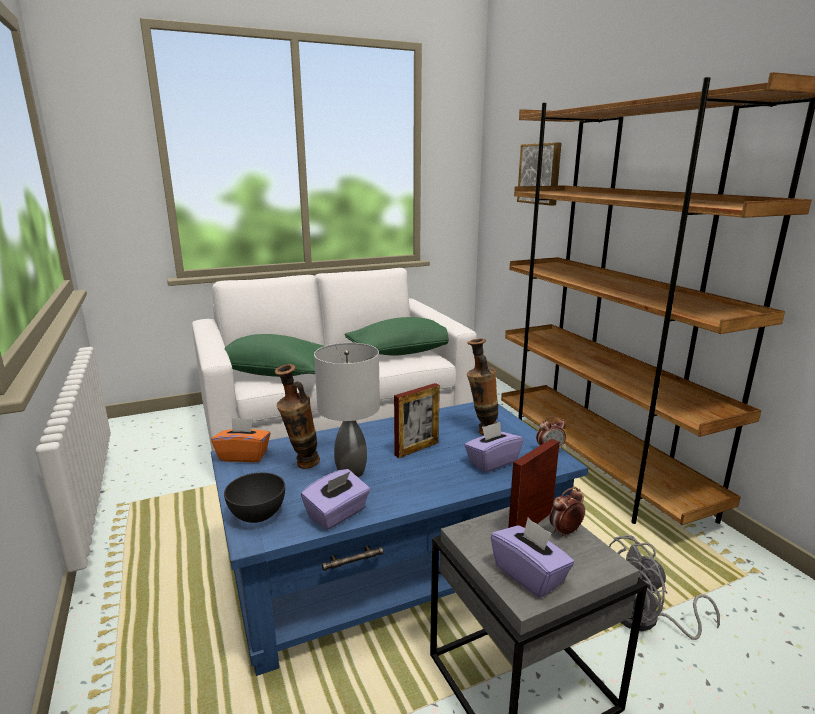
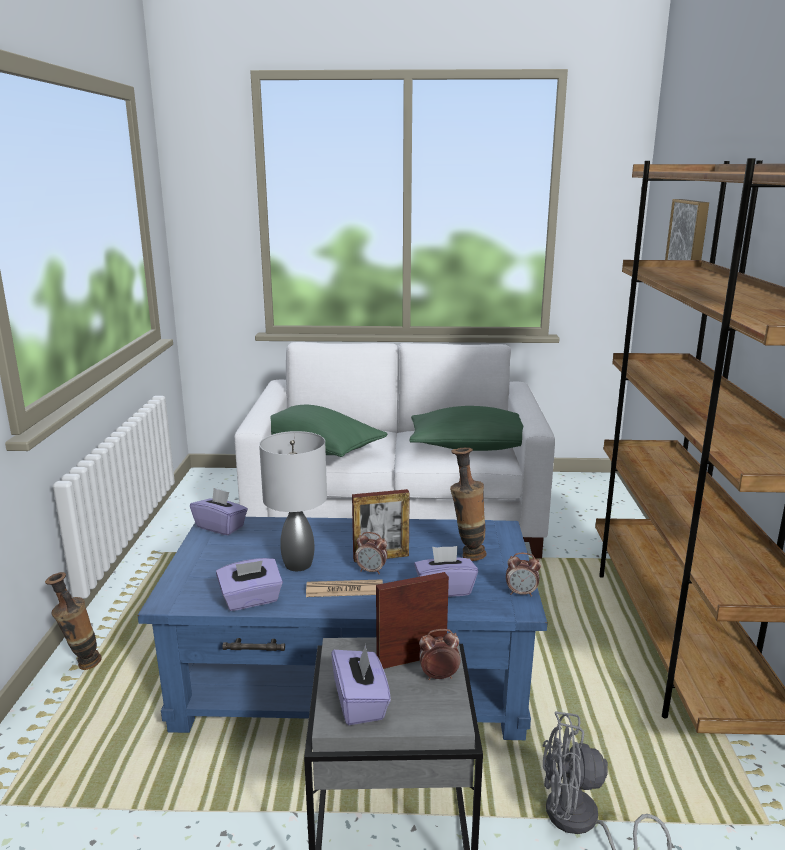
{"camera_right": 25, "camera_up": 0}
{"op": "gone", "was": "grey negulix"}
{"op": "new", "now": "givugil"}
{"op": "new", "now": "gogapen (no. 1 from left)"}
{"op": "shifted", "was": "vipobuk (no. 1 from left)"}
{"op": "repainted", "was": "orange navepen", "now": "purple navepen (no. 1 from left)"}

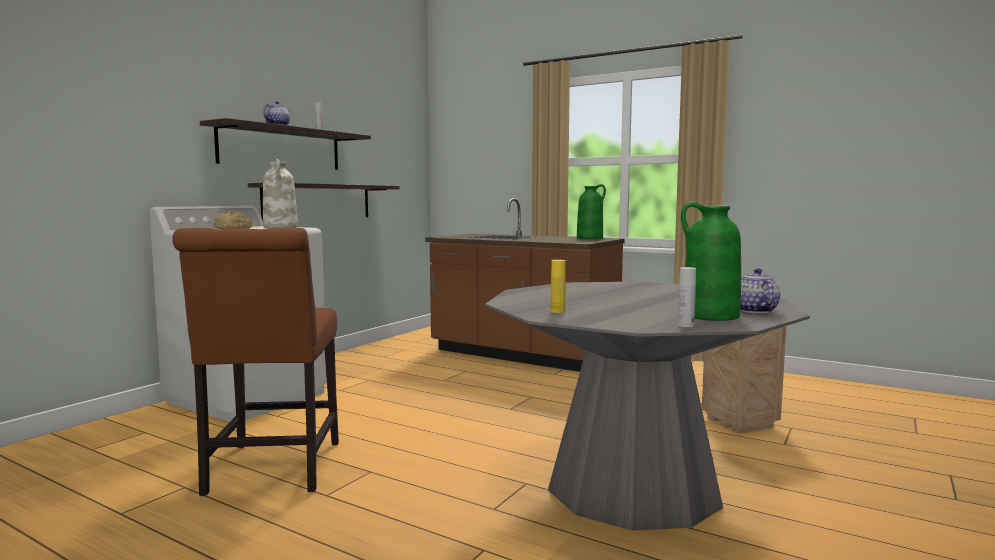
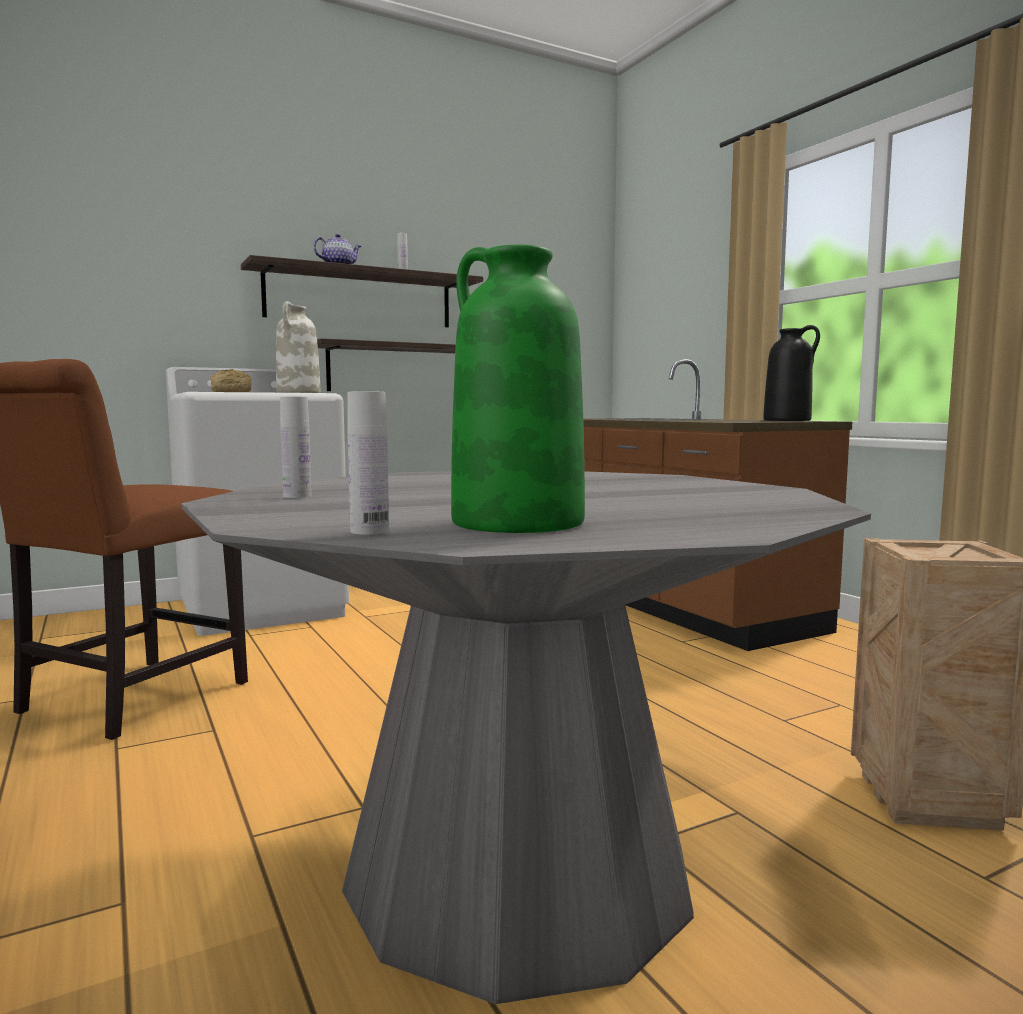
{"camera_right": 30, "camera_up": 0}
{"op": "gone", "was": "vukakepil (no. 2 from left)"}
{"op": "repainted", "was": "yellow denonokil", "now": "white denonokil (no. 1 from left)"}
{"op": "repainted", "was": "green vipobuk (no. 1 from left)", "now": "black vipobuk"}

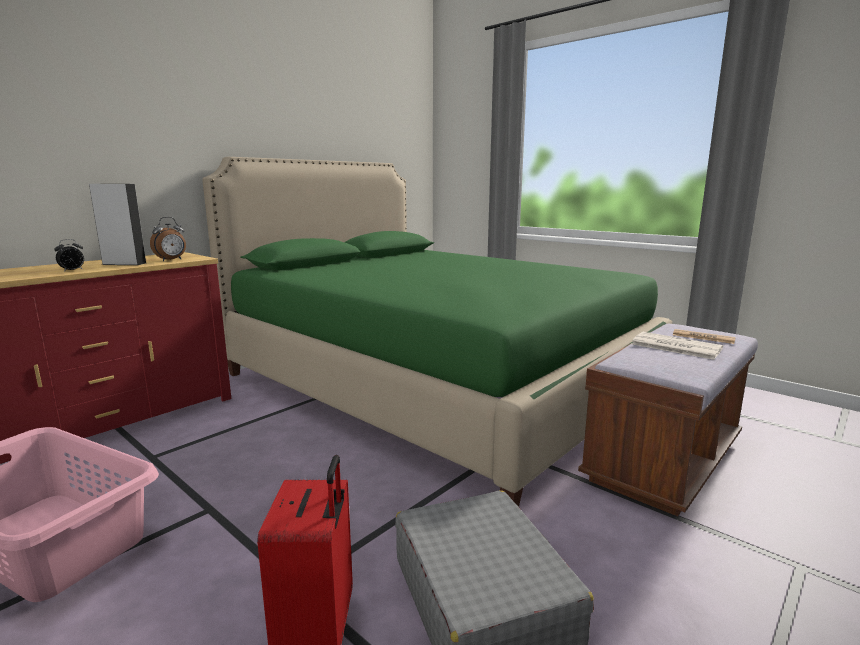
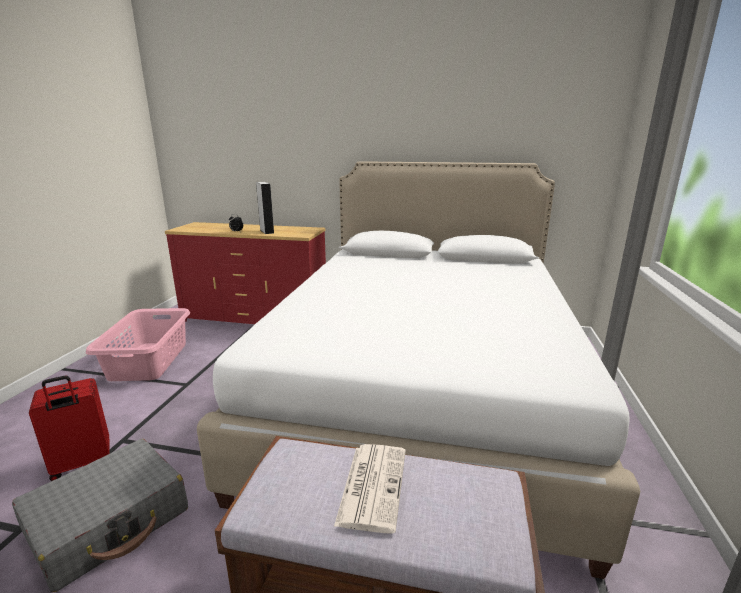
{"camera_right": 60, "camera_up": 5}
{"op": "gone", "was": "gogapen (no. 2 from left)"}
{"op": "gone", "was": "givugil (no. 2 from left)"}
{"op": "repainted", "was": "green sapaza", "now": "white sapaza"}

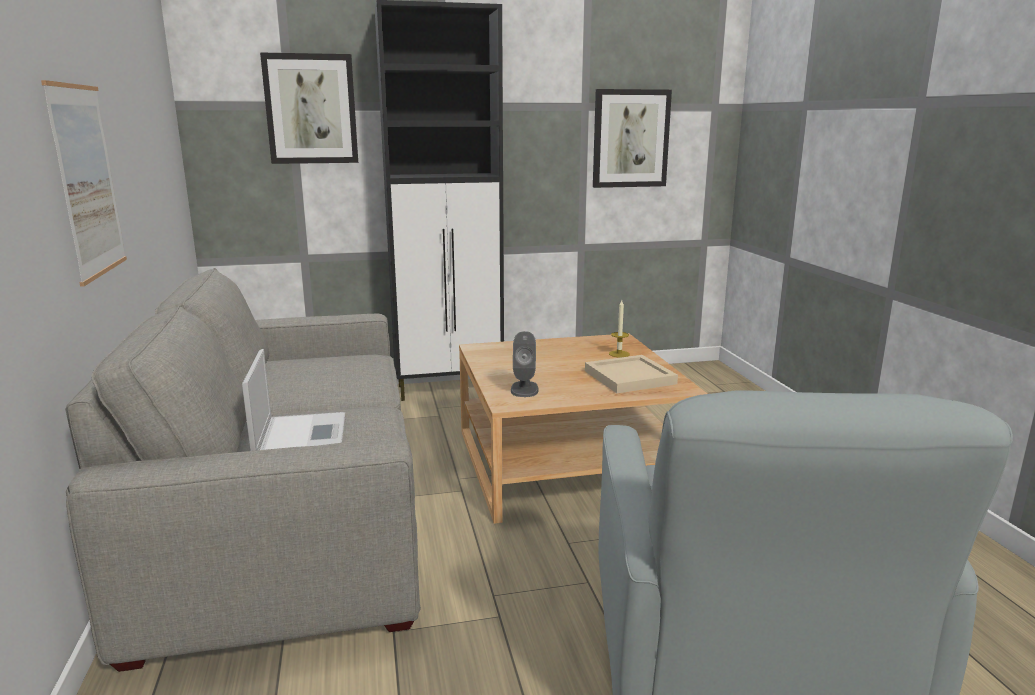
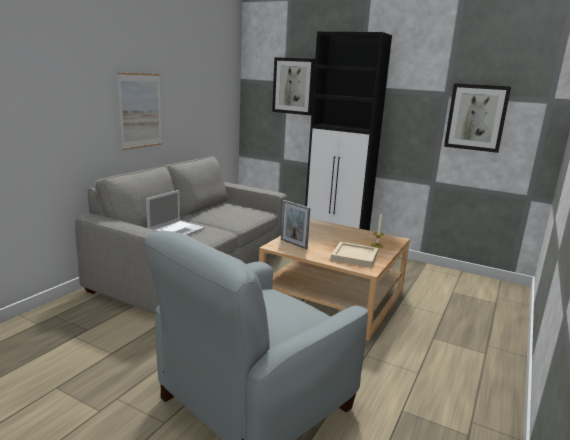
{"camera_right": 40, "camera_up": 0}
{"op": "swapped", "was": "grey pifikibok", "now": "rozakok"}

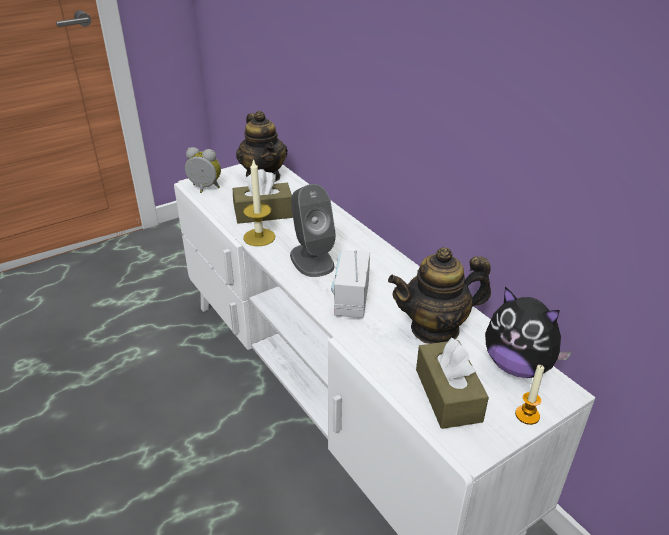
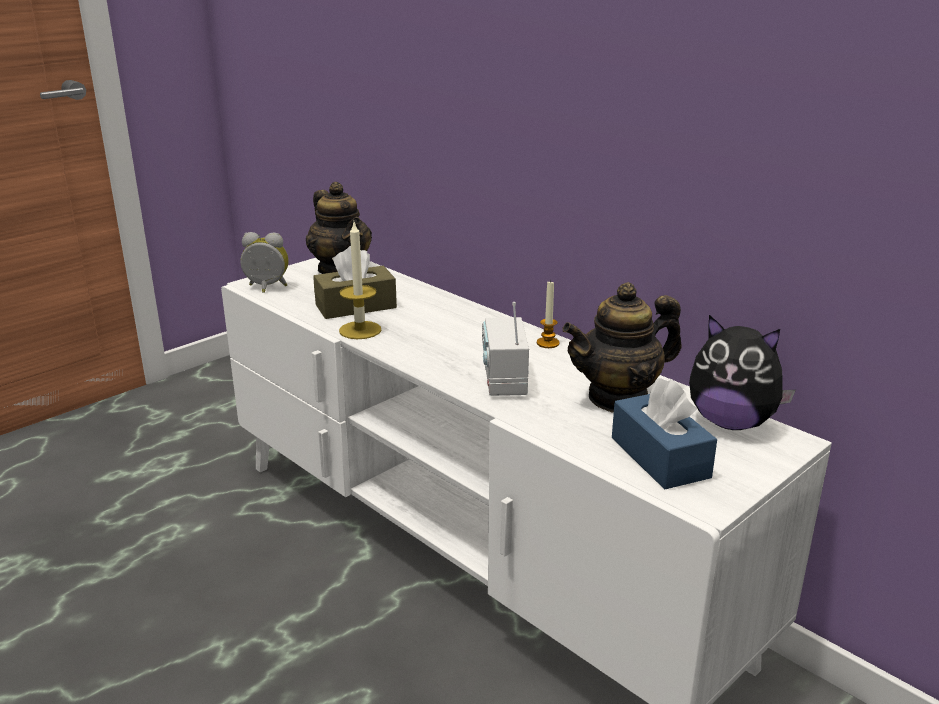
{"camera_right": -10, "camera_up": -10}
{"op": "gone", "was": "grey pifikibok"}
{"op": "shifted", "was": "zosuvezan (no. 2 from left)"}
{"op": "repainted", "was": "brown navepen (no. 2 from left)", "now": "blue navepen"}

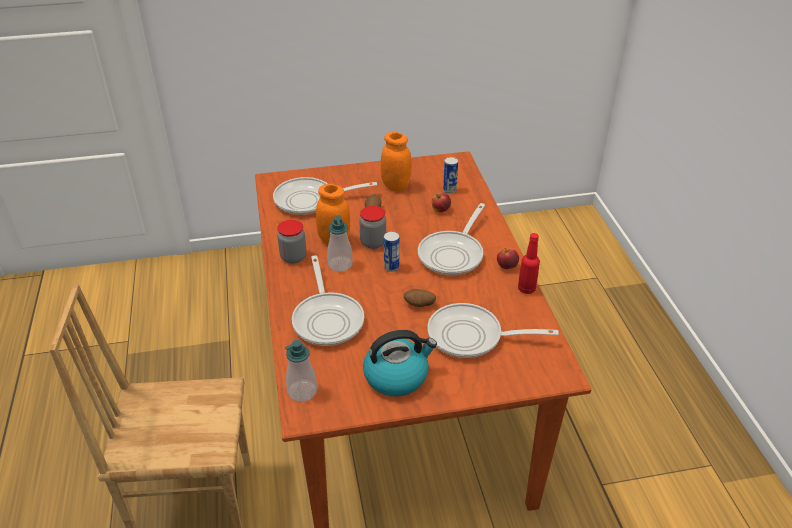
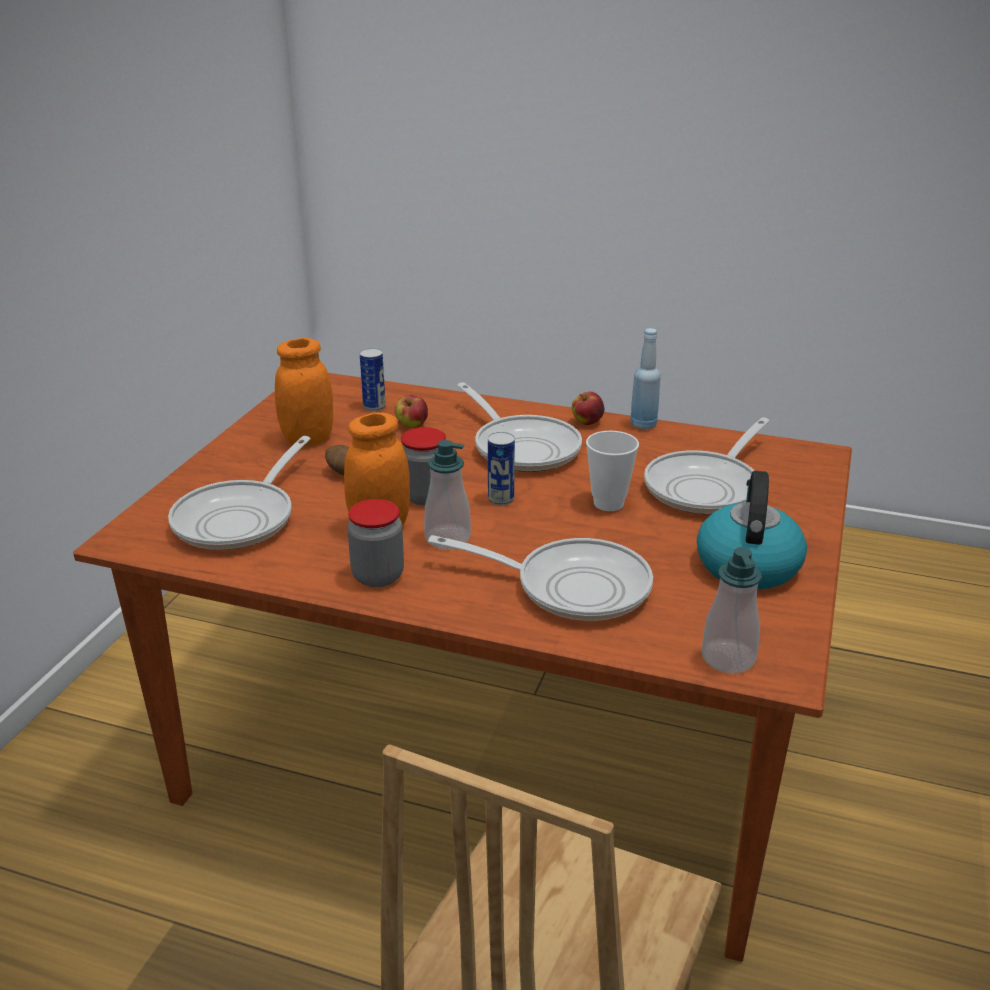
{"camera_right": -60, "camera_up": -10}
{"op": "swapped", "was": "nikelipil (no. 2 from left)", "now": "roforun"}
{"op": "repainted", "was": "red denonokil", "now": "blue denonokil"}

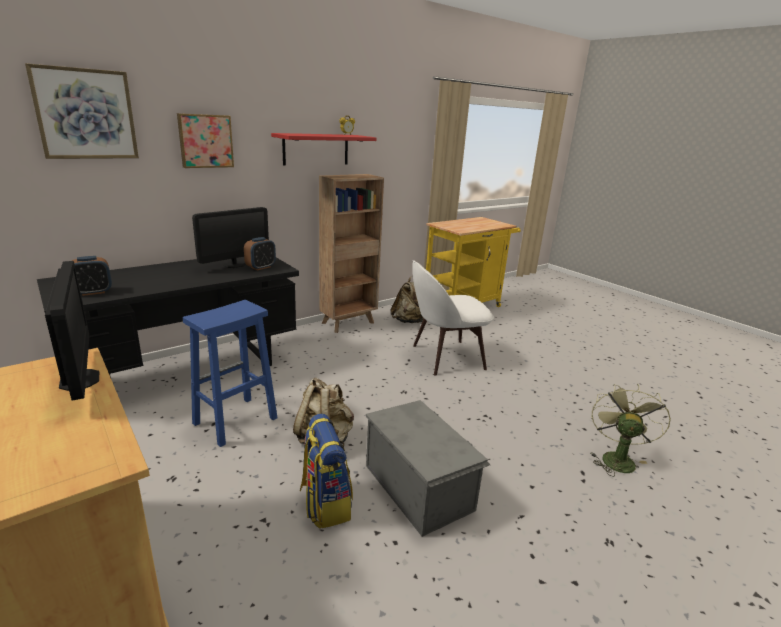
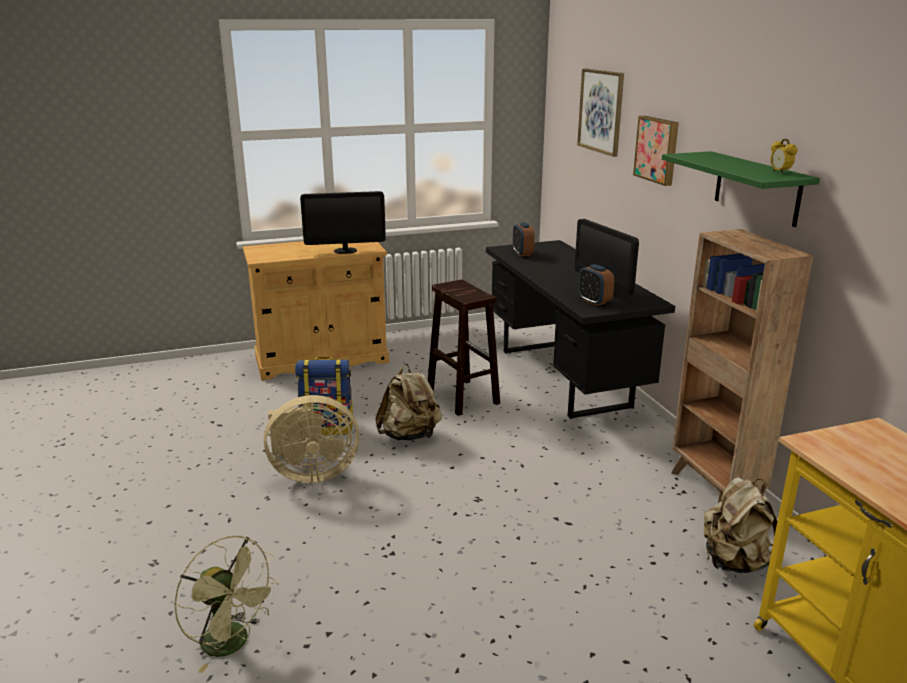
{"camera_right": 110, "camera_up": 0}
{"op": "gone", "was": "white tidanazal"}
{"op": "swapped", "was": "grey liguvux", "now": "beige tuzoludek"}
{"op": "repainted", "was": "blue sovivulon", "now": "brown sovivulon"}
{"op": "repainted", "was": "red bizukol", "now": "green bizukol"}

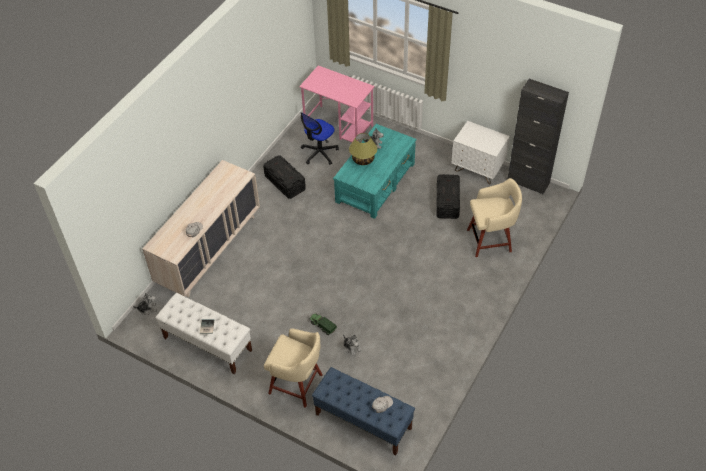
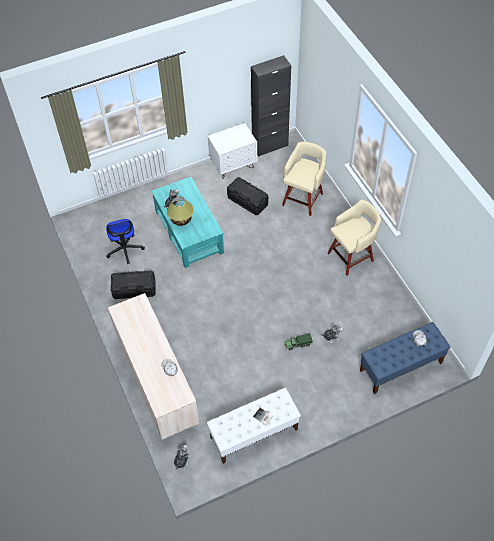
{"camera_right": -55, "camera_up": 5}
{"op": "gone", "was": "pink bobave"}
{"op": "shifted", "was": "beige sovivulon (no. 1 from left in the first image)", "now": "beige sovivulon (no. 2 from left)"}

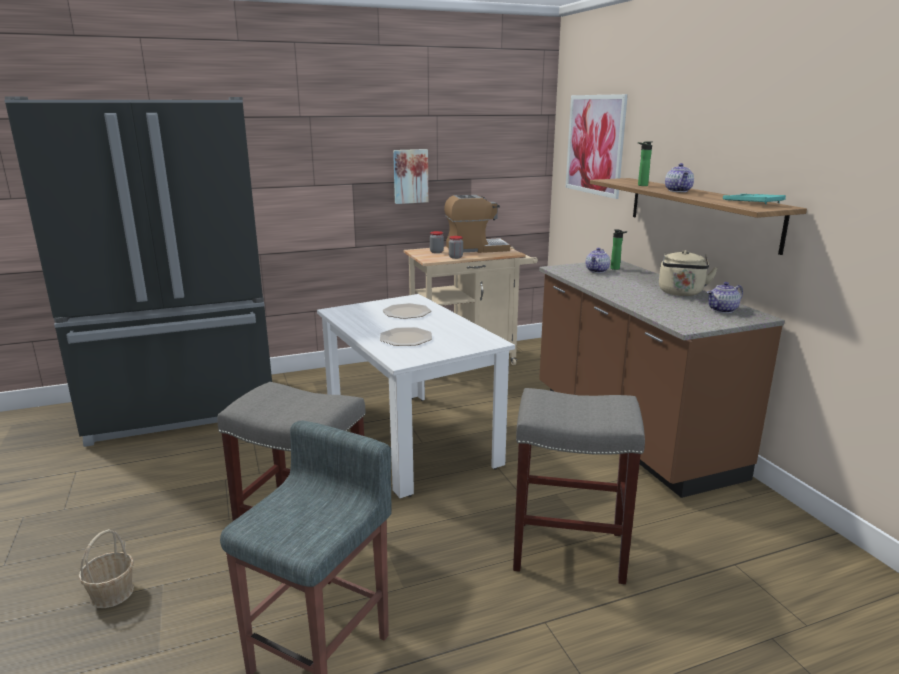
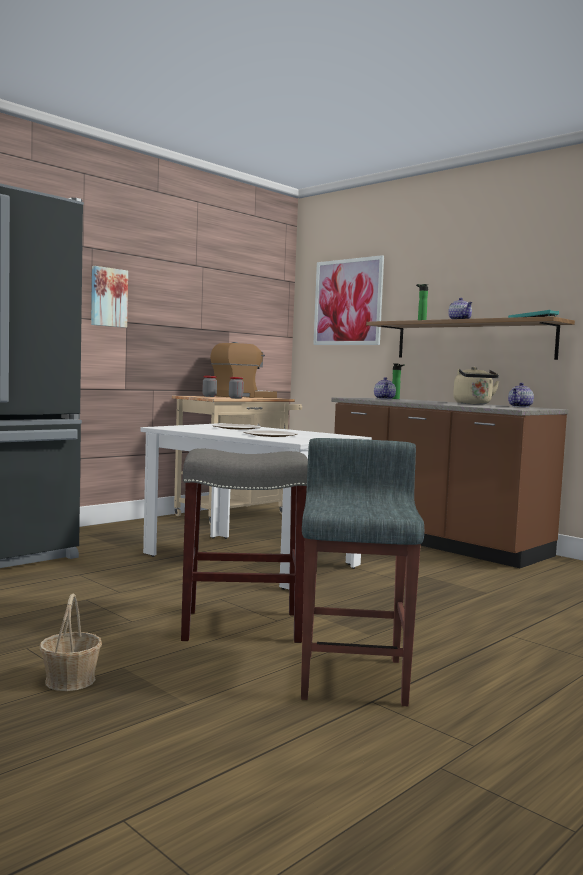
{"camera_right": -25, "camera_up": -15}
{"op": "gone", "was": "grey sovivulon (no. 3 from left)"}
{"op": "shifted", "was": "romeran (no. 1 from left)"}

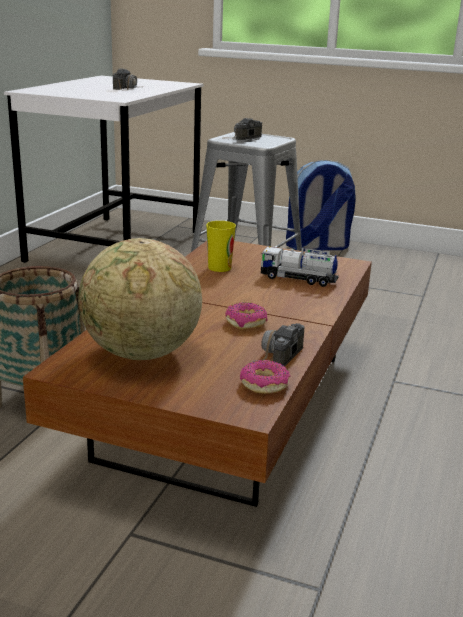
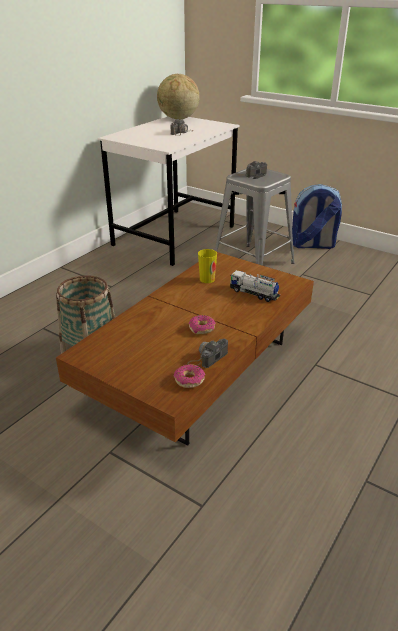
{"camera_right": 15, "camera_up": 10}
{"op": "shifted", "was": "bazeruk"}

